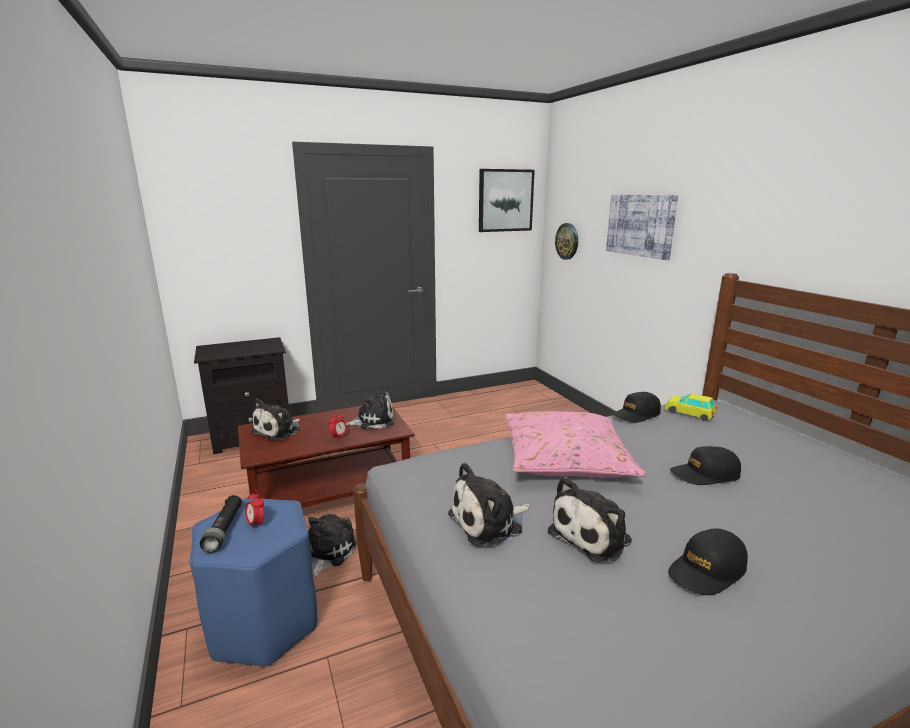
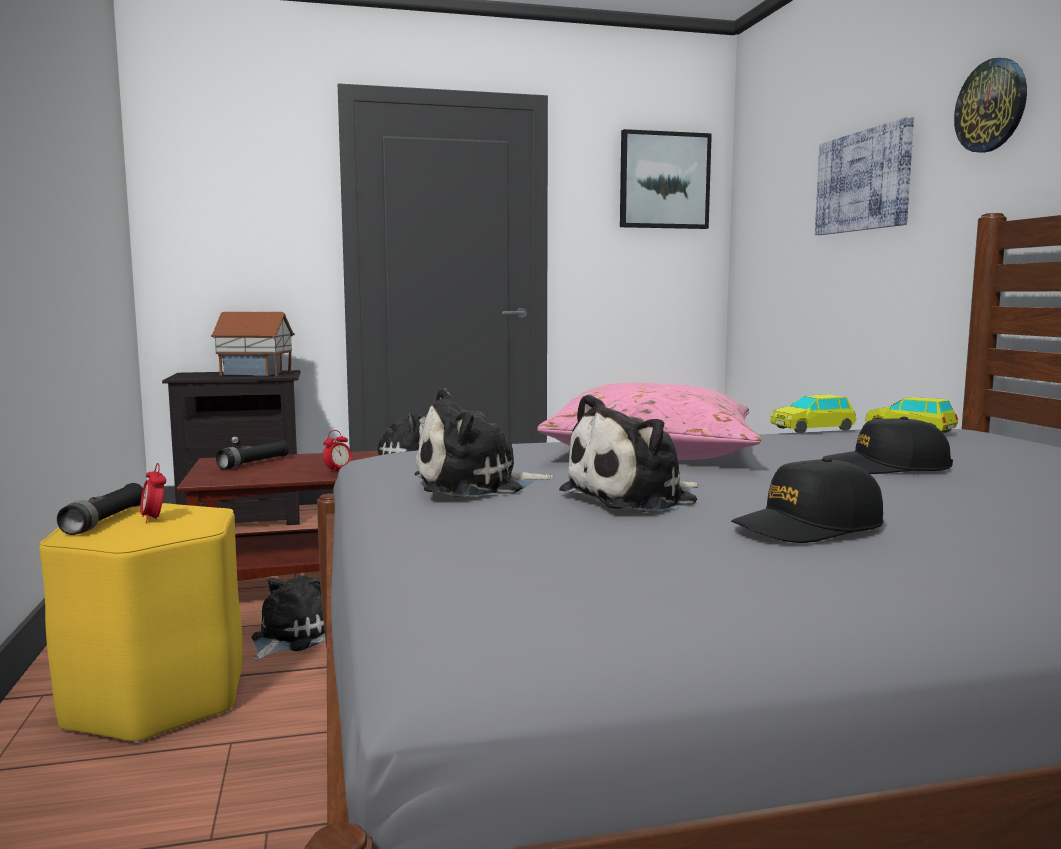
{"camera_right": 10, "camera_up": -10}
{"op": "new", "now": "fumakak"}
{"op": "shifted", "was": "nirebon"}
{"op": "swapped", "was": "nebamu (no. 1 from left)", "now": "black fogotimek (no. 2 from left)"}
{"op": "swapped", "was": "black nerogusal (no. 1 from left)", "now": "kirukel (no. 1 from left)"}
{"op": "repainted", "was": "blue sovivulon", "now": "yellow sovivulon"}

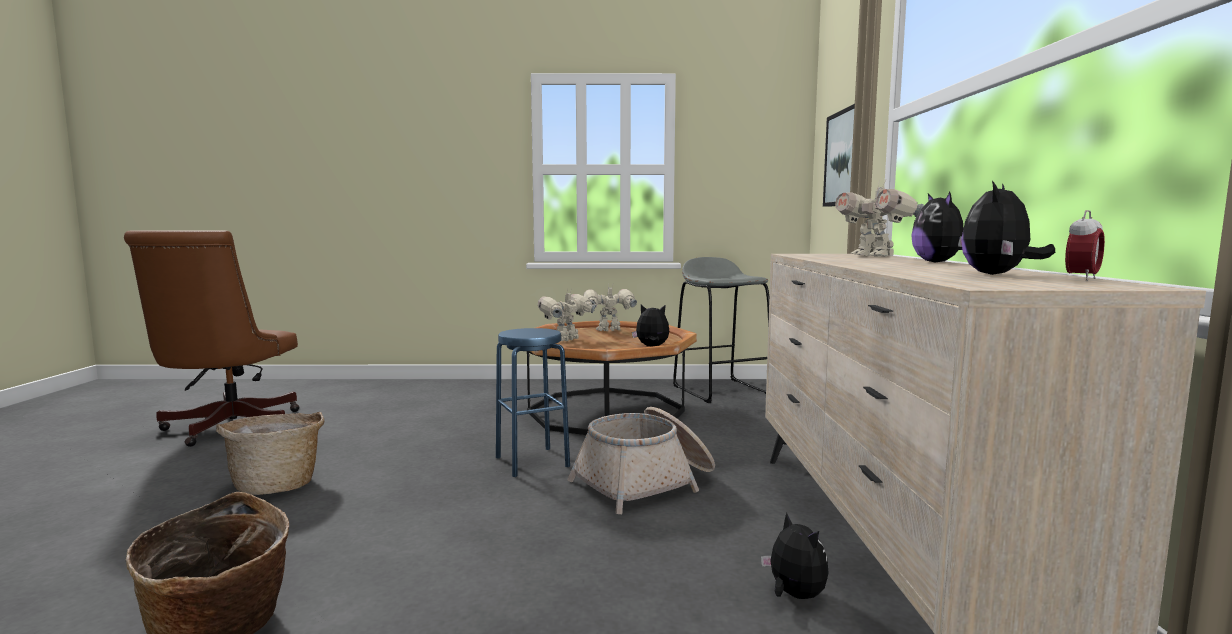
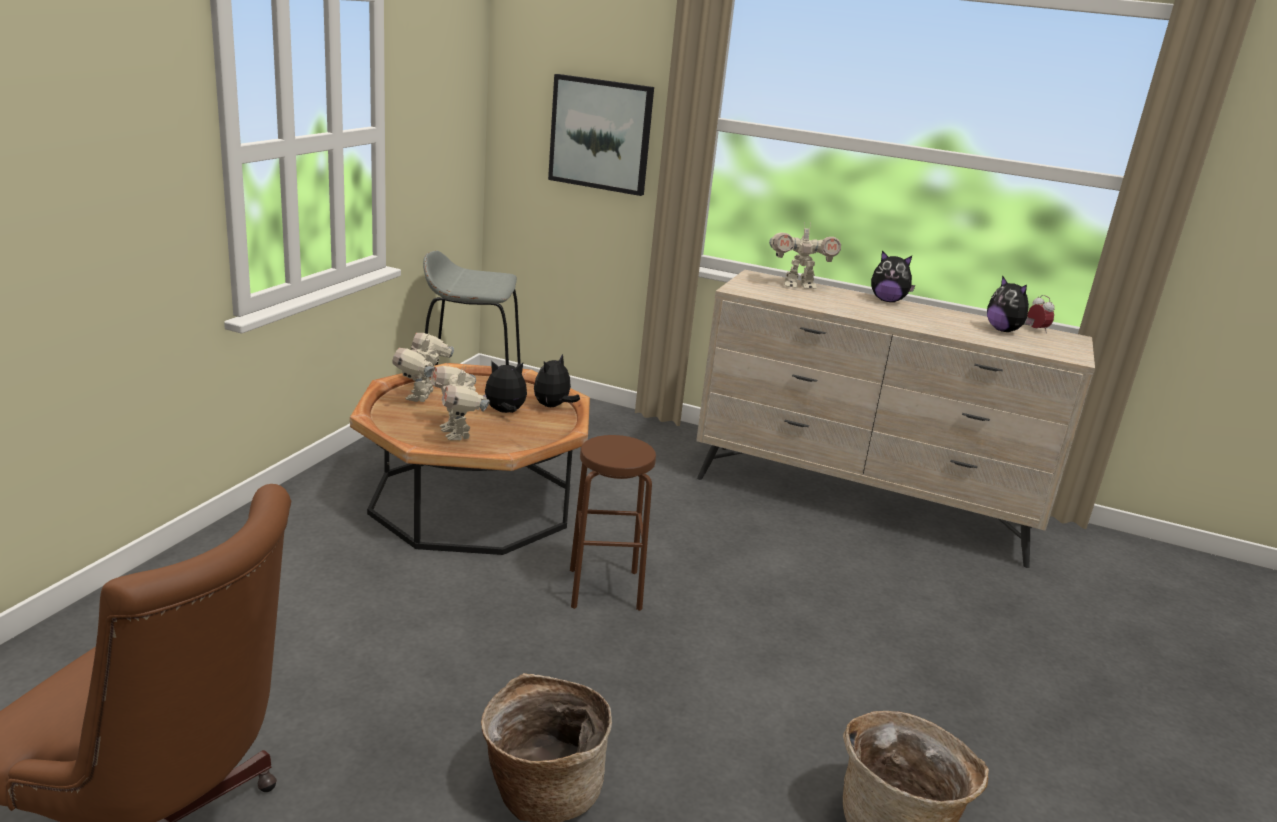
{"camera_right": -70, "camera_up": 15}
{"op": "gone", "was": "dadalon (no. 3 from left)"}
{"op": "shifted", "was": "nebamu (no. 2 from left in the first image)", "now": "nebamu (no. 1 from left)"}
{"op": "repainted", "was": "blue sovivulon", "now": "brown sovivulon"}

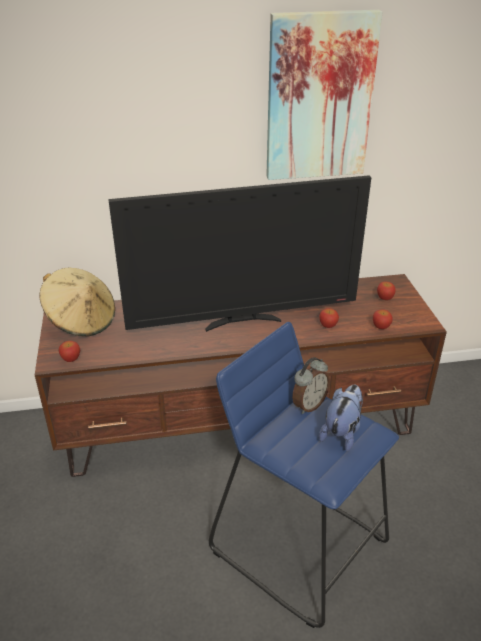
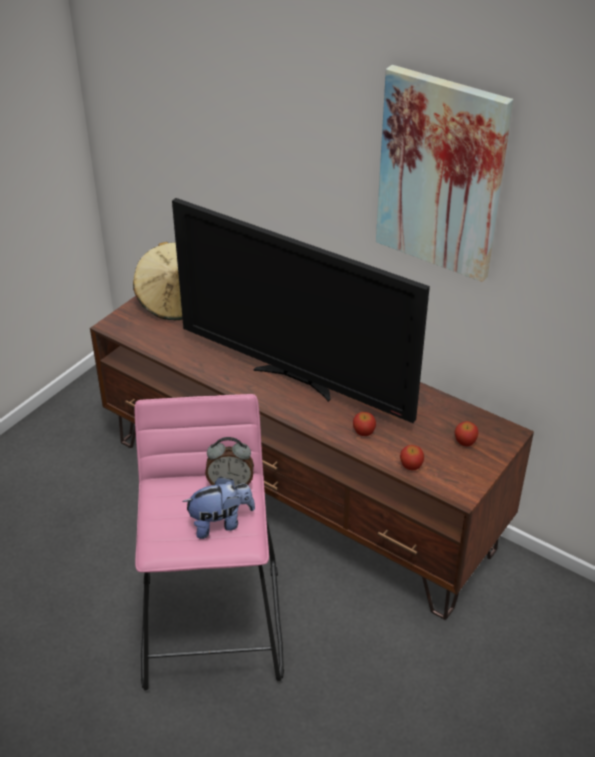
{"camera_right": 45, "camera_up": 5}
{"op": "gone", "was": "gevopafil (no. 1 from left)"}
{"op": "repainted", "was": "blue sovivulon", "now": "pink sovivulon"}

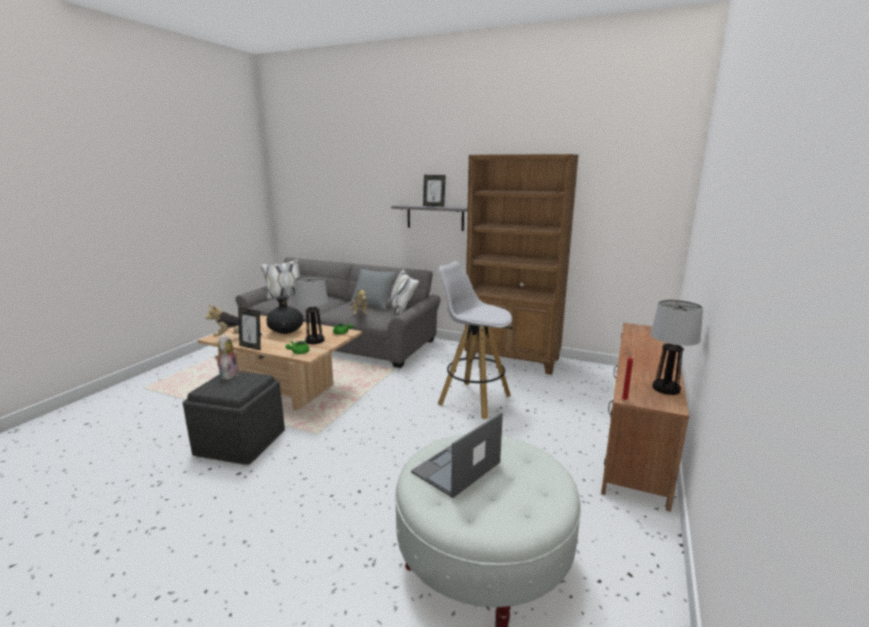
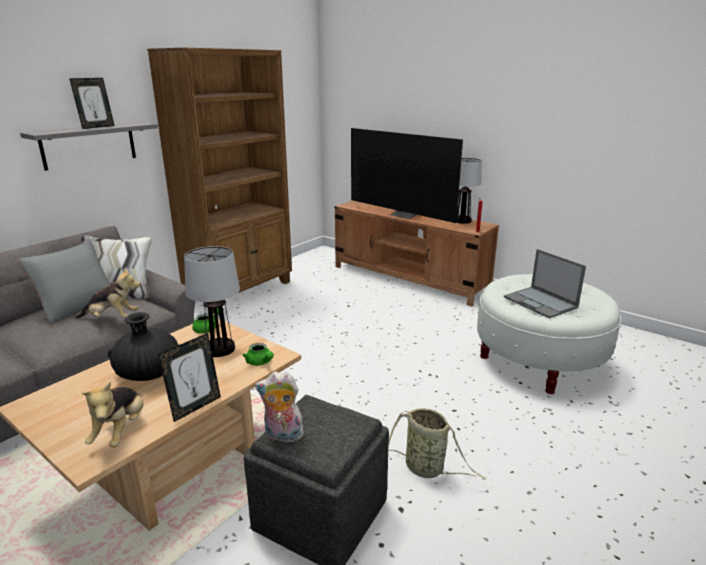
{"camera_right": -75, "camera_up": 5}
{"op": "gone", "was": "white sovivulon"}
{"op": "new", "now": "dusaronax"}
{"op": "new", "now": "dadalon"}

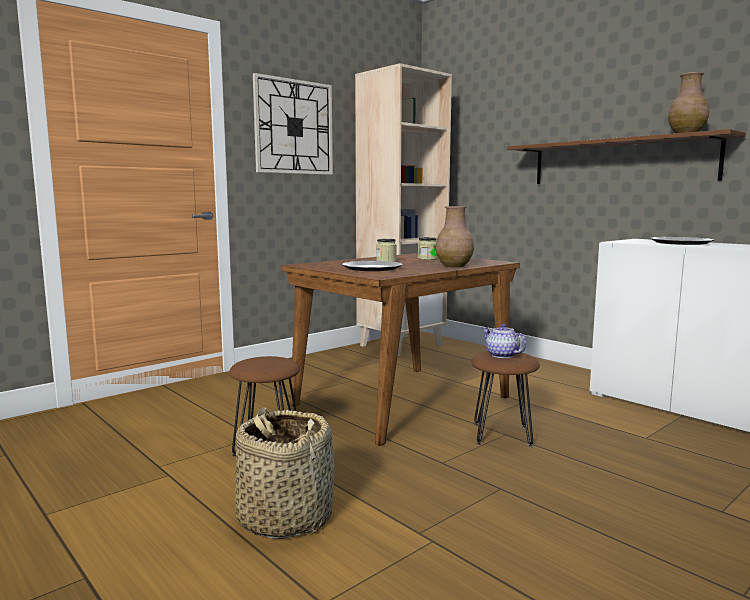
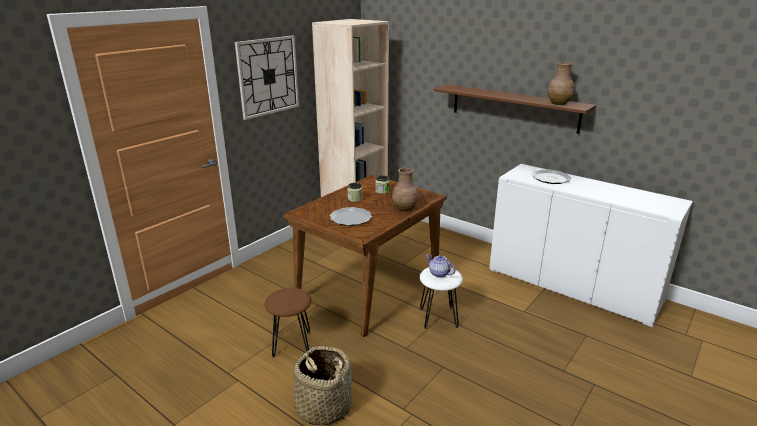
{"camera_right": -10, "camera_up": 15}
{"op": "repainted", "was": "brown sovivulon (no. 2 from left)", "now": "white sovivulon"}

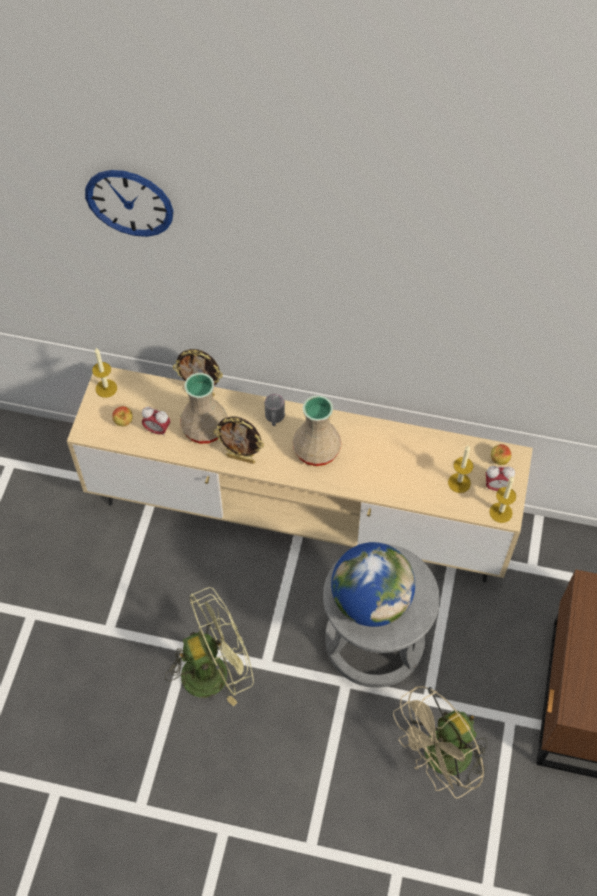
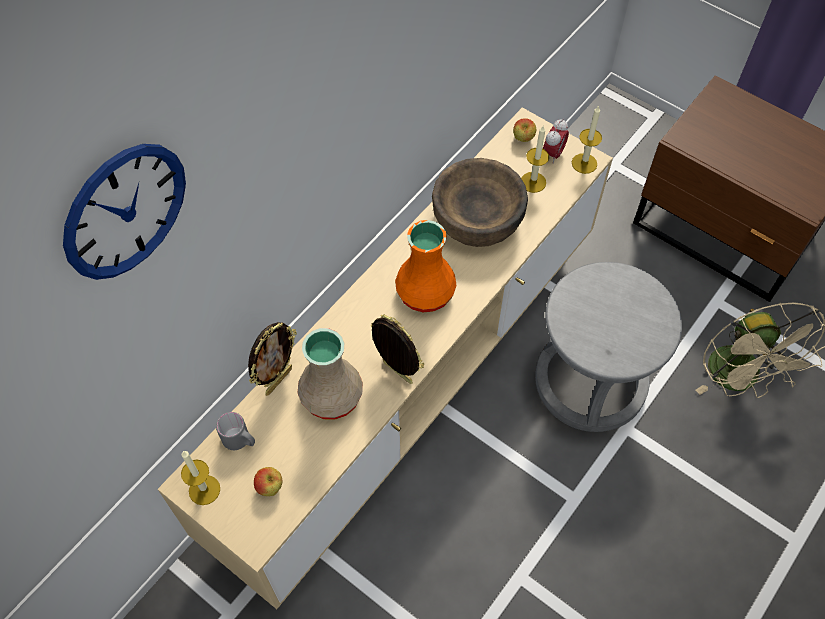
{"camera_right": -65, "camera_up": 0}
{"op": "gone", "was": "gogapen (no. 1 from left)"}
{"op": "gone", "was": "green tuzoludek"}
{"op": "gone", "was": "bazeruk"}
{"op": "new", "now": "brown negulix"}
{"op": "shifted", "was": "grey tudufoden"}
{"op": "repainted", "was": "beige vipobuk (no. 2 from left)", "now": "orange vipobuk"}
{"op": "rotated", "was": "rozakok (no. 2 from left)", "clockwise": -90}

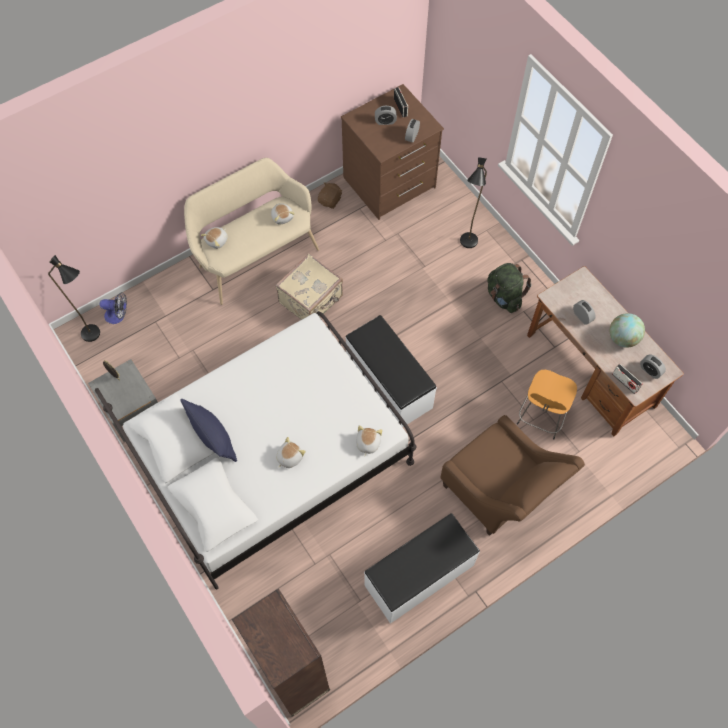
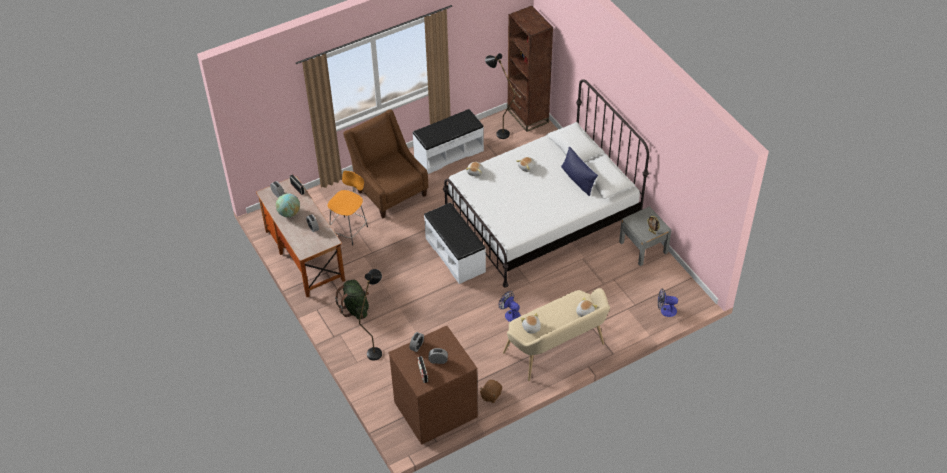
{"camera_right": -175, "camera_up": -15}
{"op": "shifted", "was": "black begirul (no. 1 from left in the first image)", "now": "black begirul (no. 2 from left)"}
{"op": "swapped", "was": "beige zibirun", "now": "tuzoludek (no. 1 from left)"}

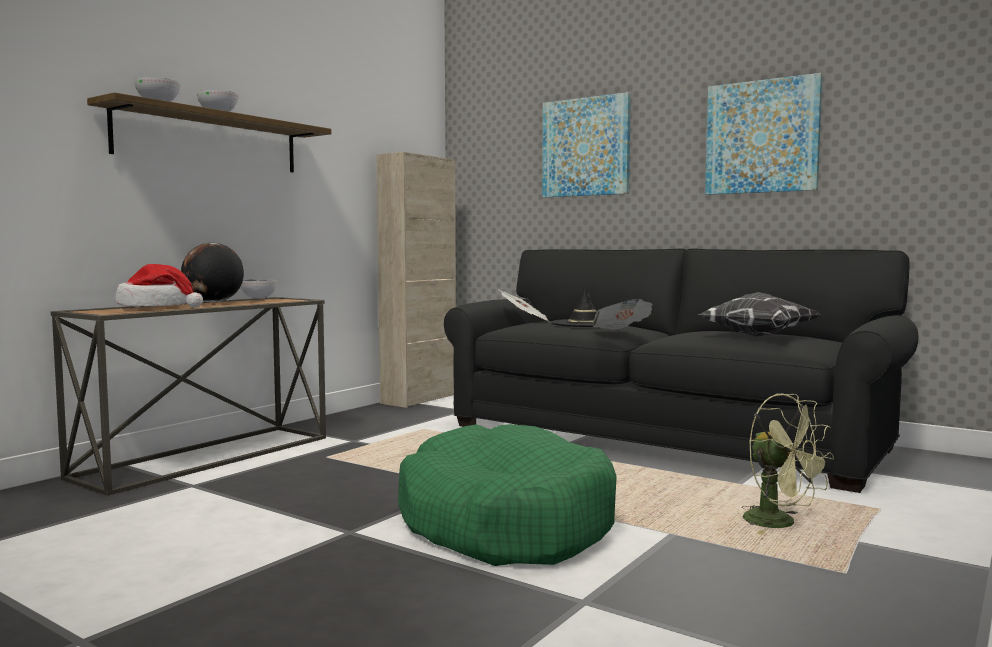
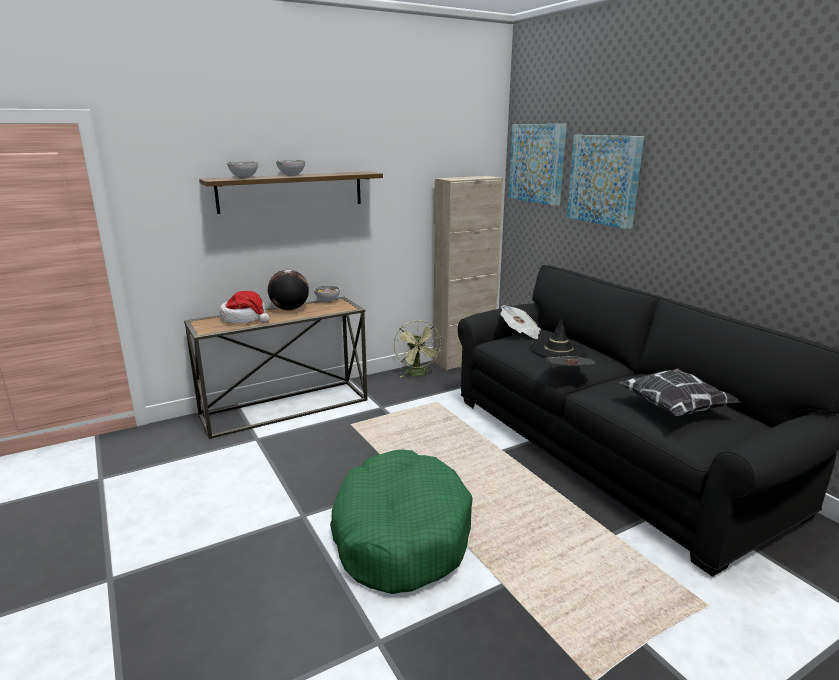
{"camera_right": 25, "camera_up": 15}
{"op": "shifted", "was": "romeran (no. 2 from left in the first image)", "now": "romeran (no. 1 from left)"}
{"op": "shifted", "was": "green tuzoludek"}

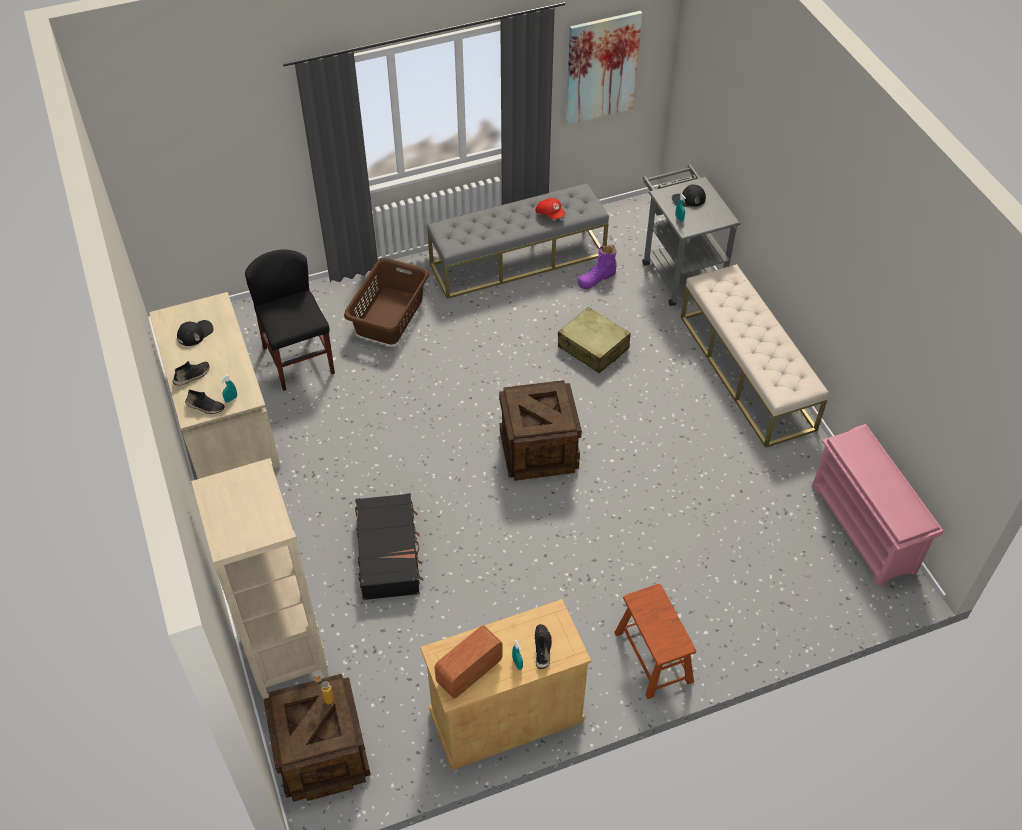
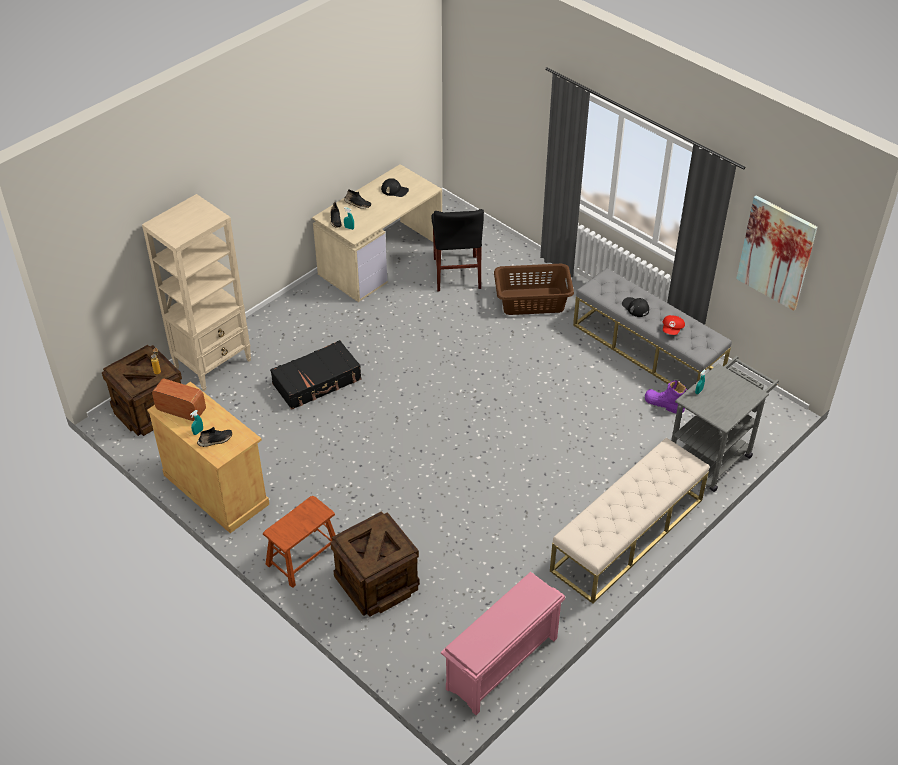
{"camera_right": 65, "camera_up": -5}
{"op": "gone", "was": "beige zibirun"}
{"op": "shifted", "was": "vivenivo (no. 2 from left)"}
{"op": "shifted", "was": "black nerogusal (no. 2 from left)"}
{"op": "rotated", "was": "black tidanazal", "clockwise": 135}

